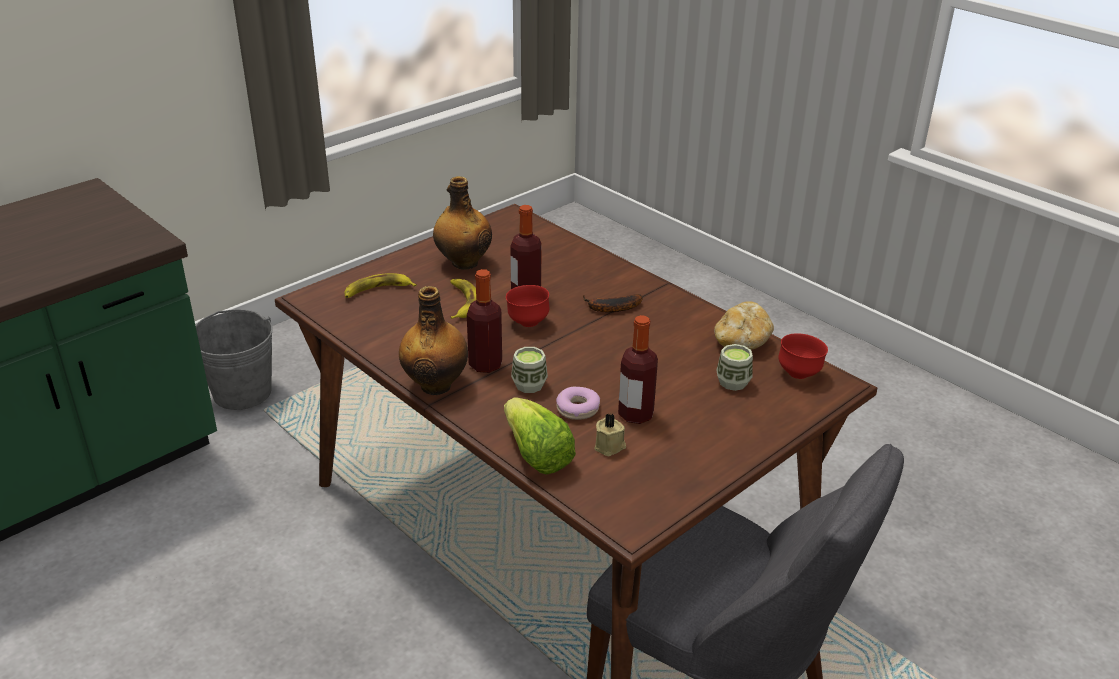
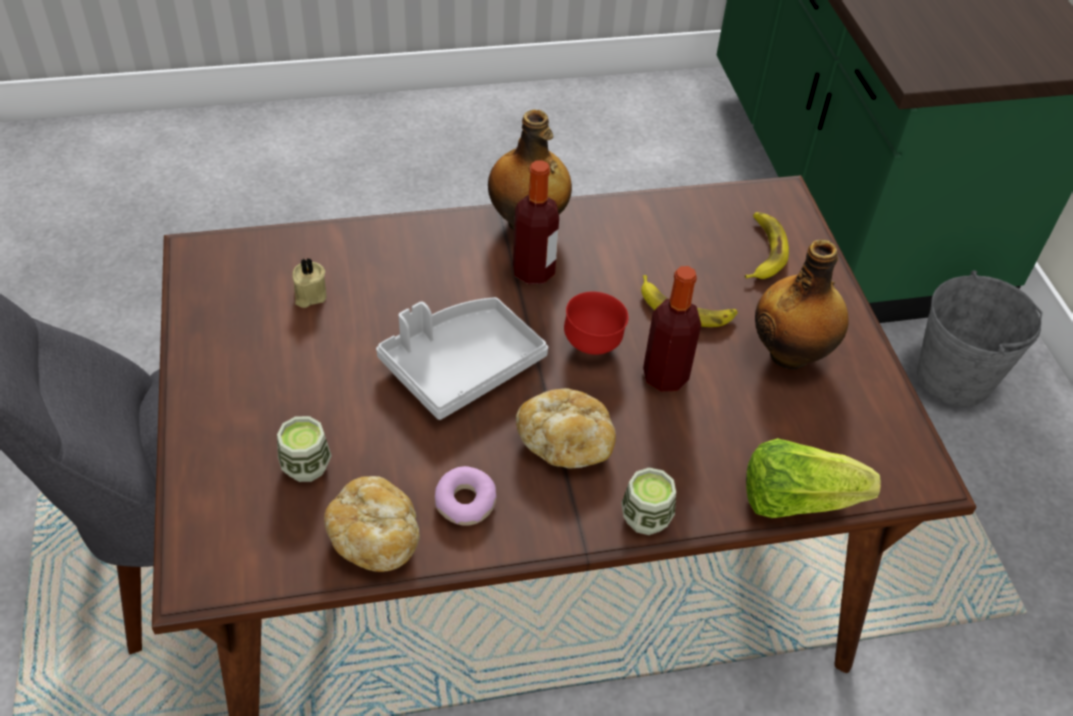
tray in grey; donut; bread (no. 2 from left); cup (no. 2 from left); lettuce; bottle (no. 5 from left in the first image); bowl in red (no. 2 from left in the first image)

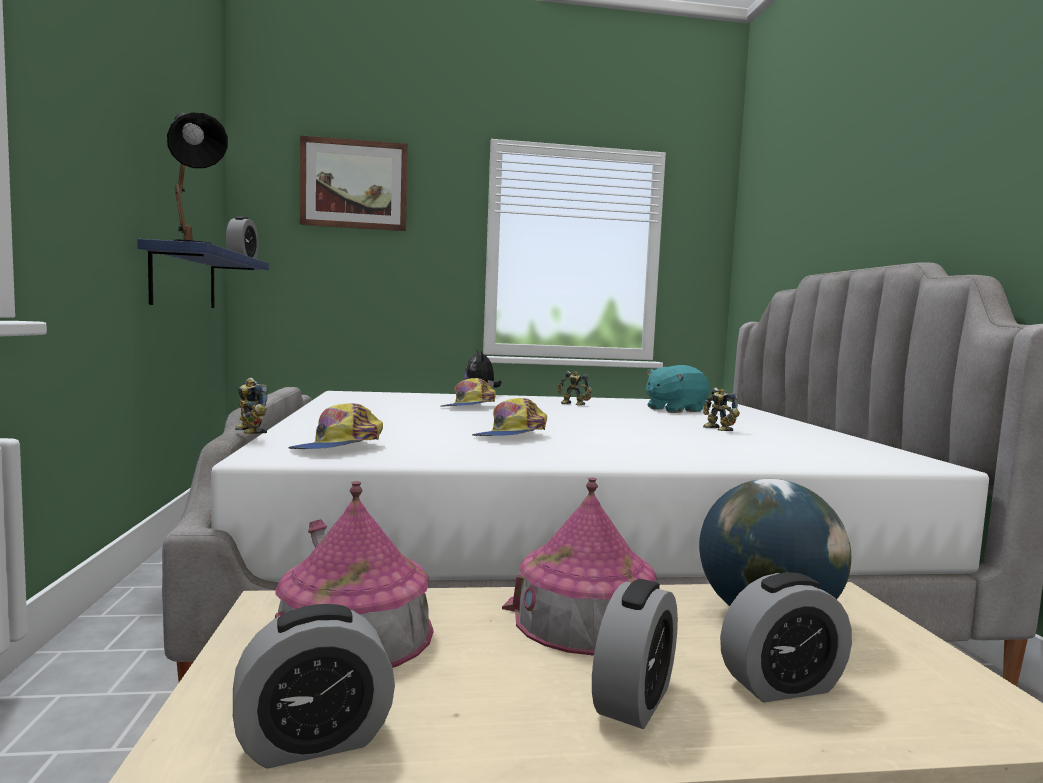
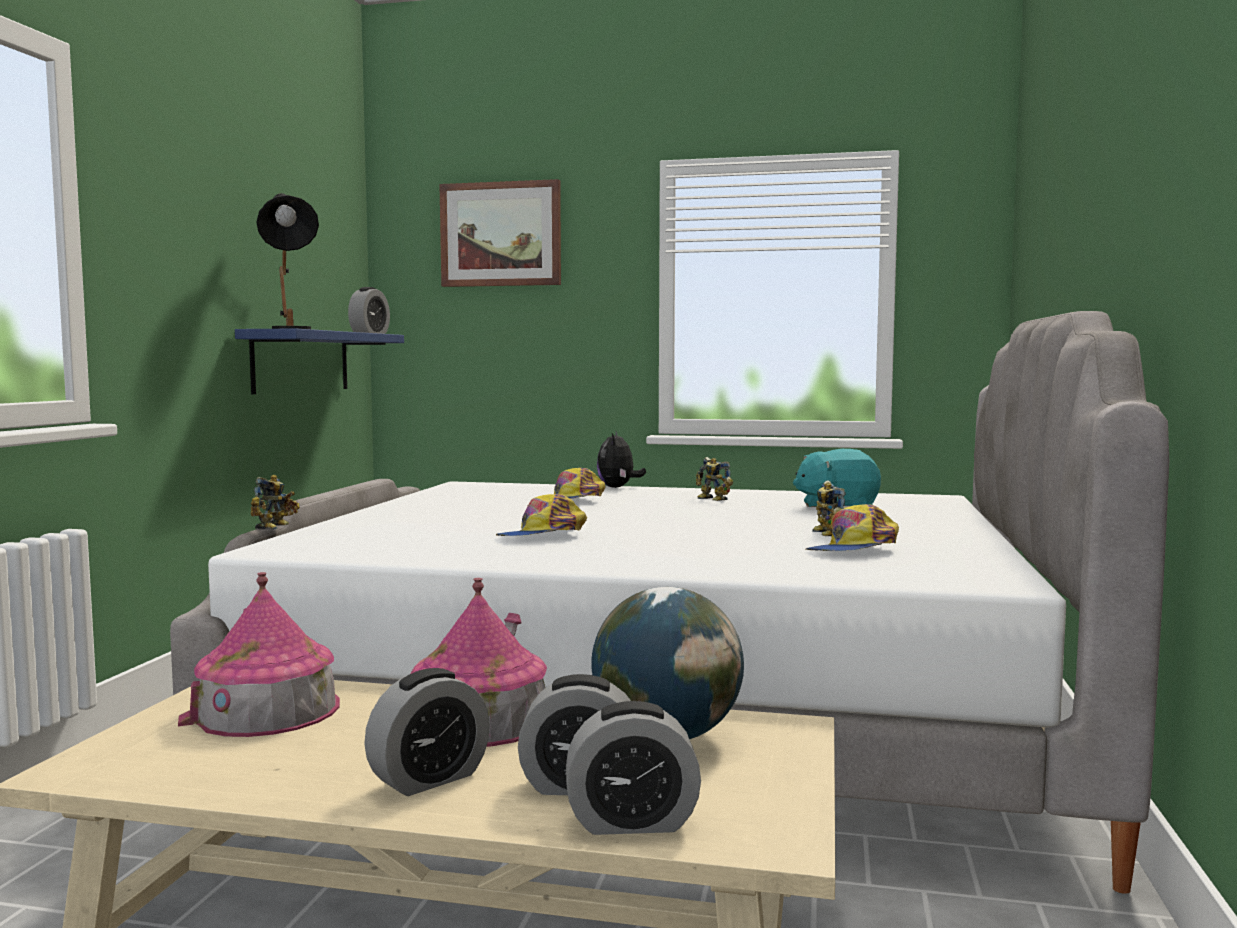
toy robot (no. 1 from left); alarm clock (no. 4 from left); cap (no. 3 from left)

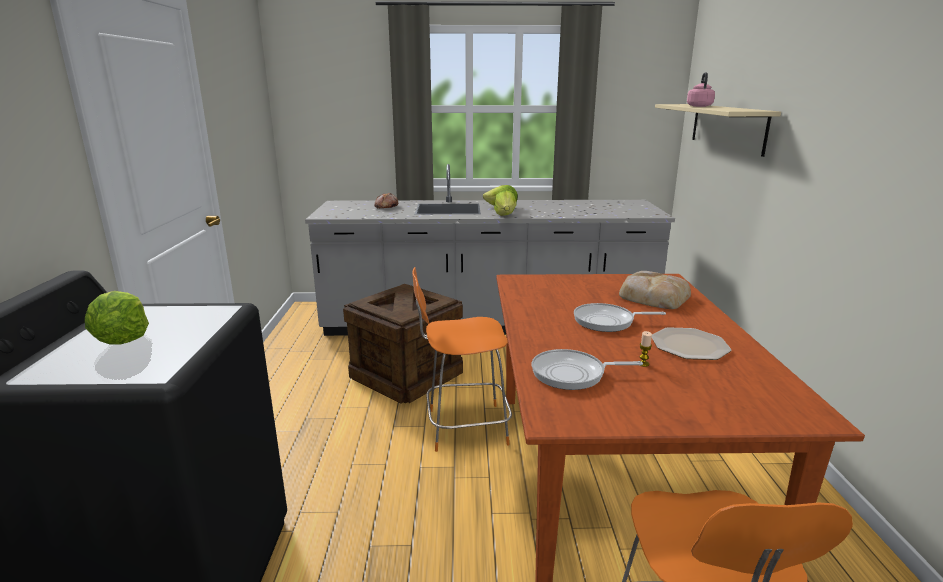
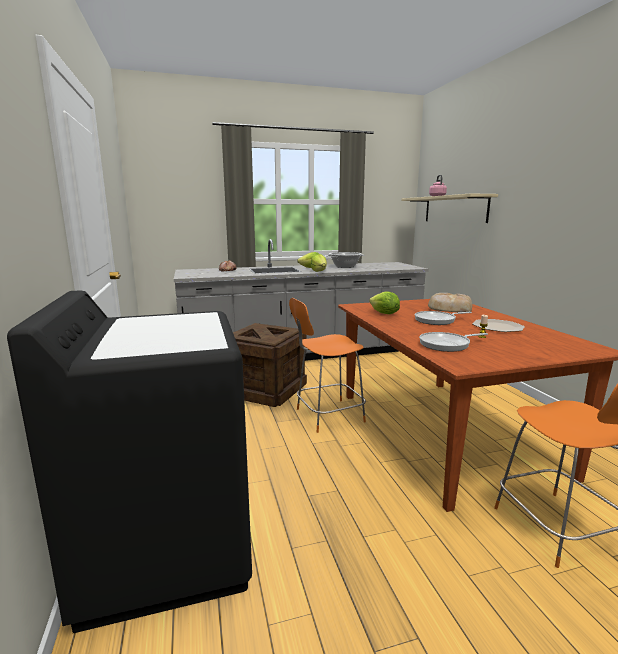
cooking pot; lettuce (no. 3 from left)

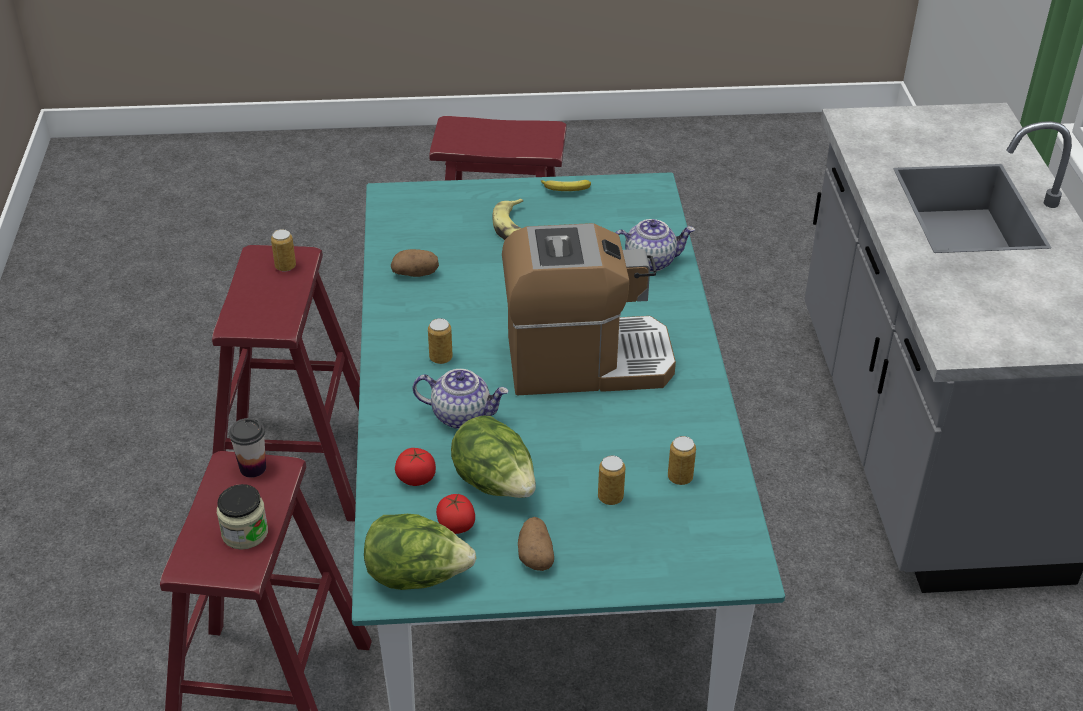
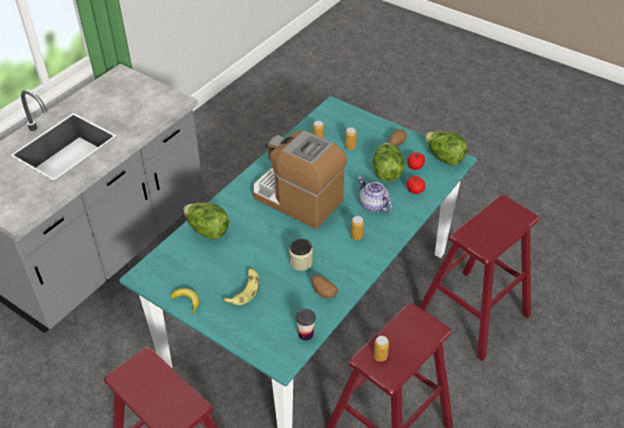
lettuce (no. 1 from left); jar; cup

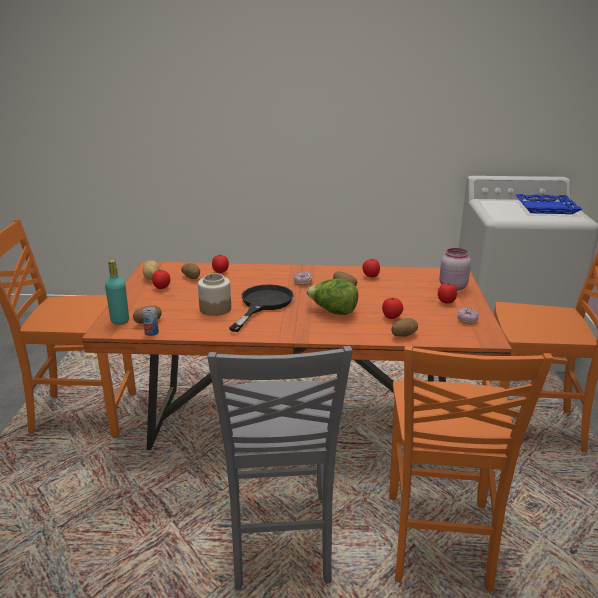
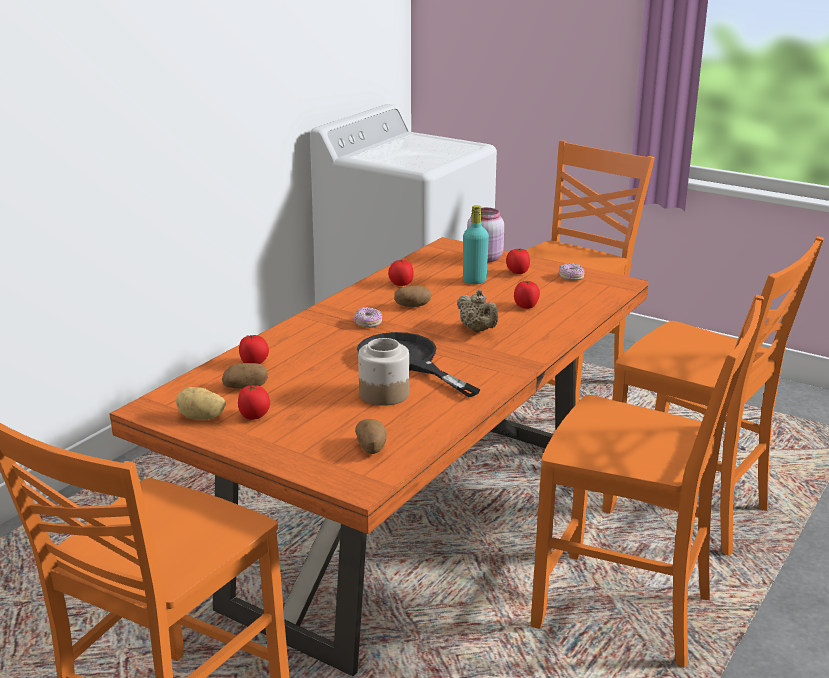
teapot in beige; bottle in turquoise; chair in orange (no. 3 from left); can; potato (no. 5 from left in the first image); tray in blue

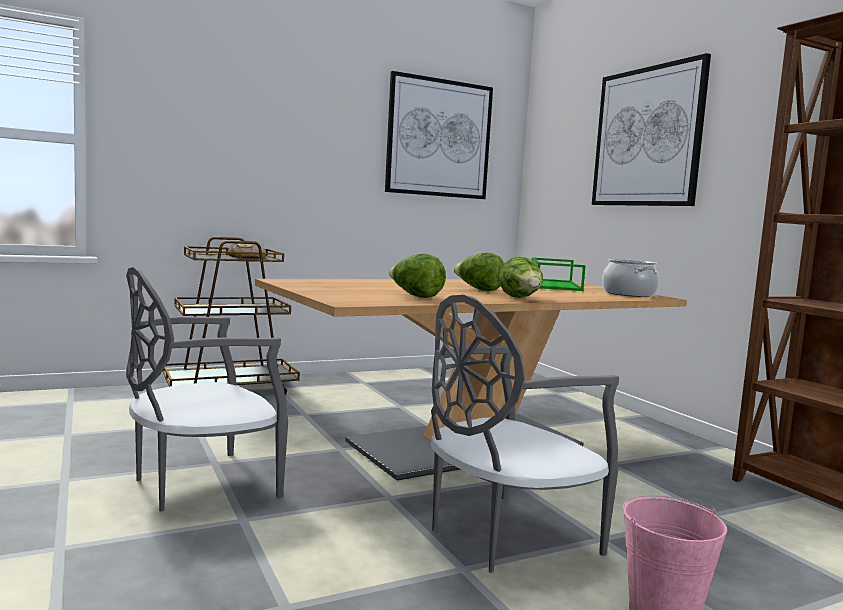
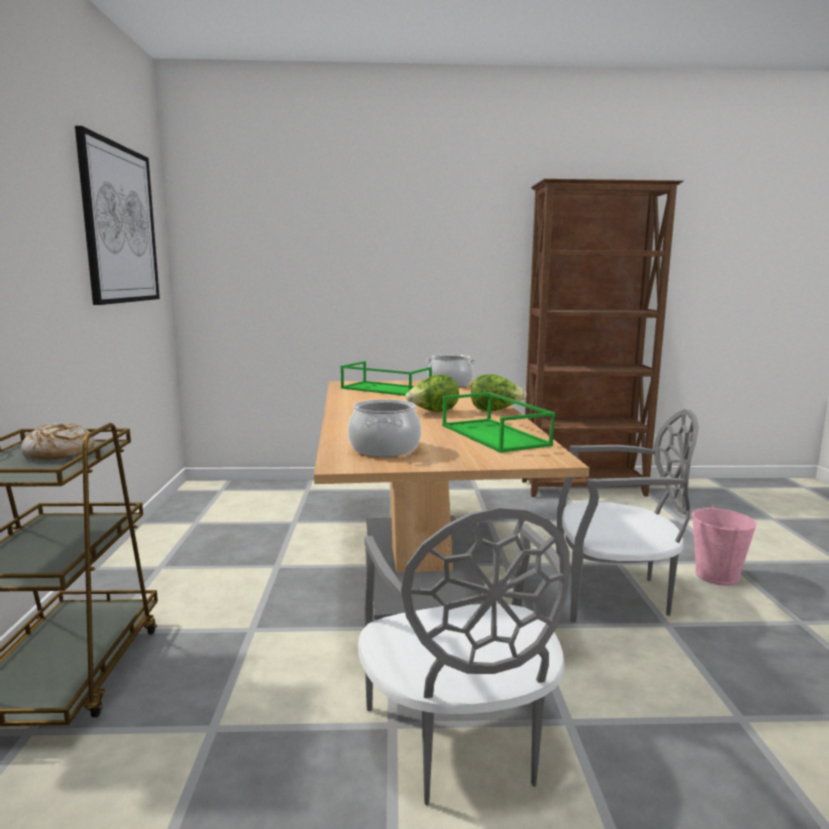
cooking pot (no. 1 from left); tray in green (no. 2 from left); chair in grey (no. 2 from left); picture (no. 2 from left in the first image)

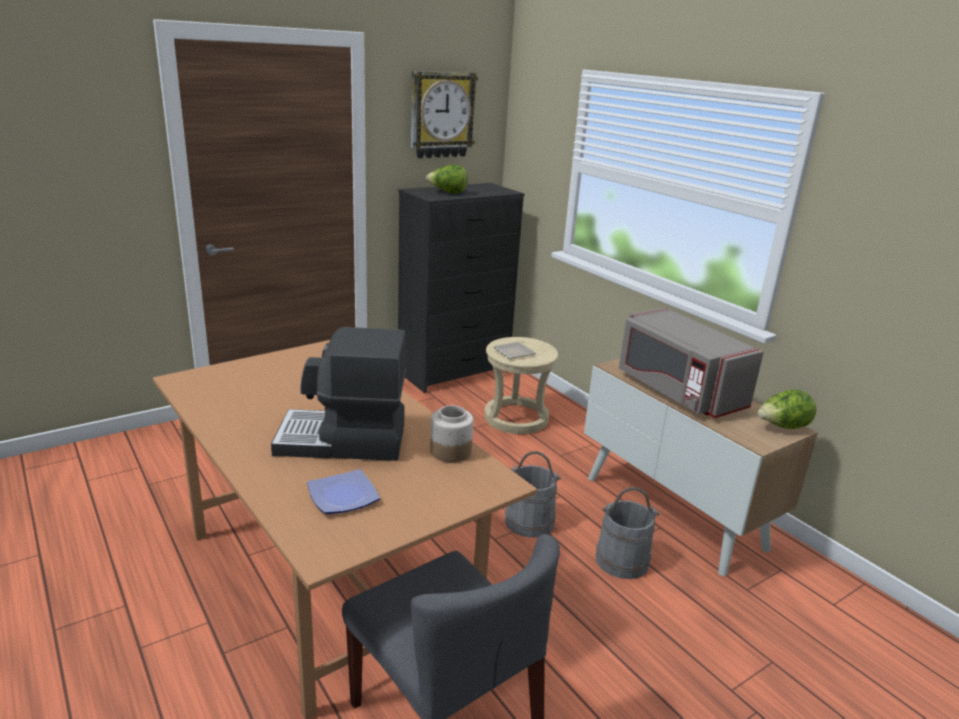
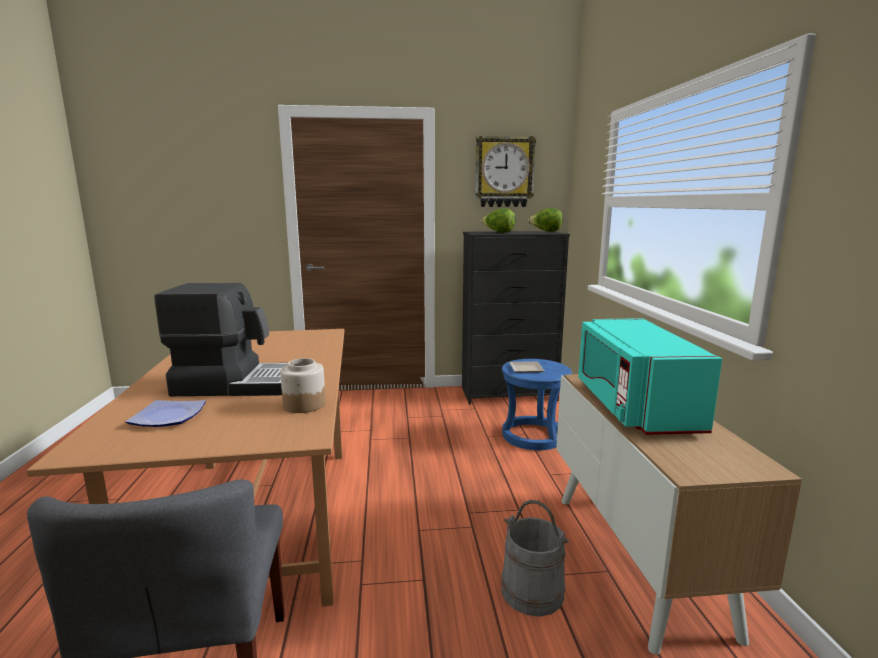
coffee machine; stool in blue; lettuce (no. 2 from left); microwave in turquoise; bucket in grey (no. 1 from left in the first image)

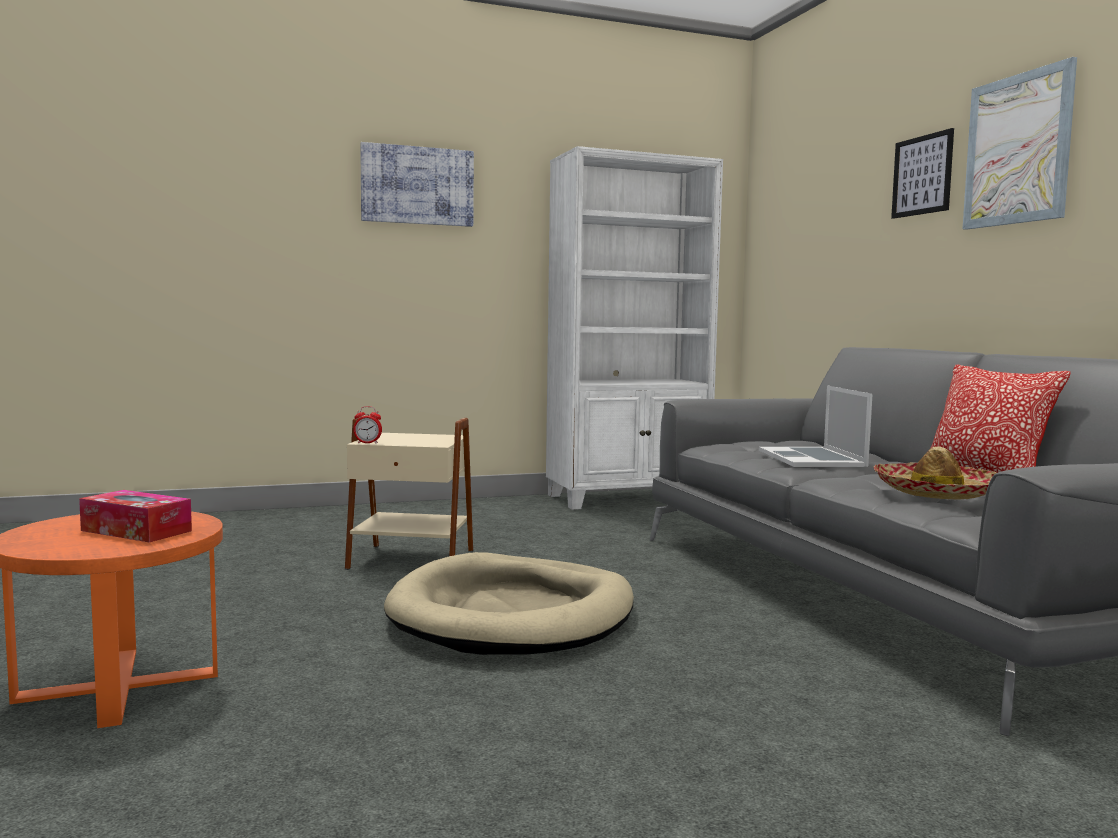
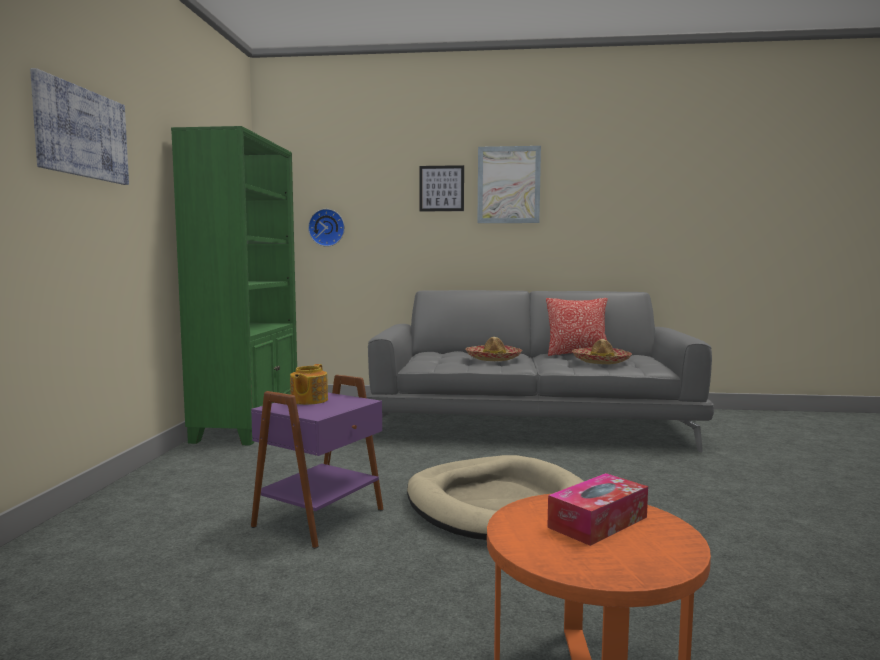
bookcase in green; side table in purple; teapot; wall clock; hat (no. 1 from left); alarm clock

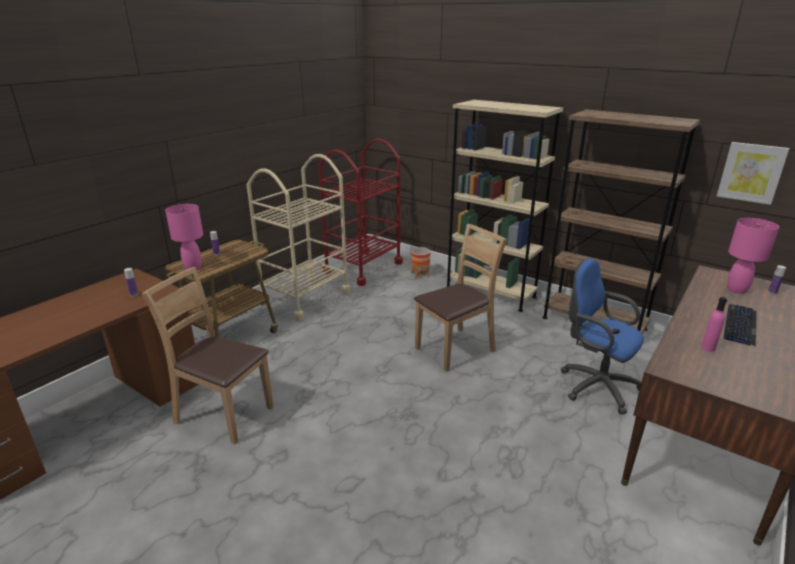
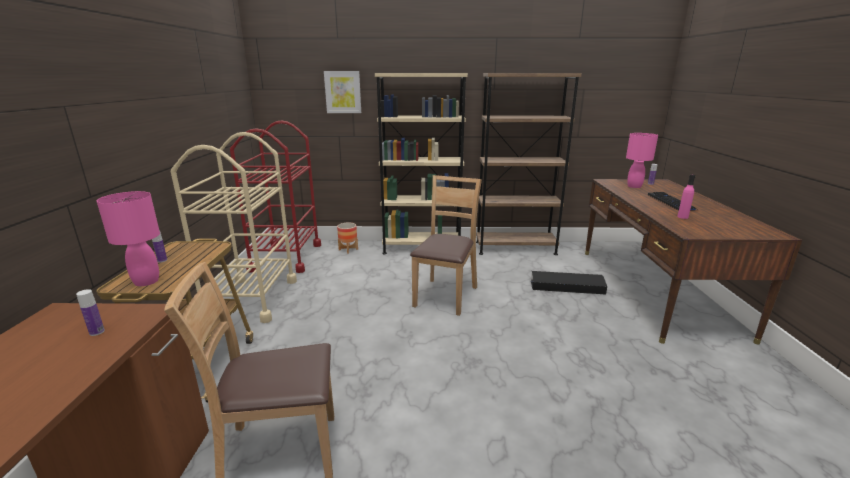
picture; storage box in black

